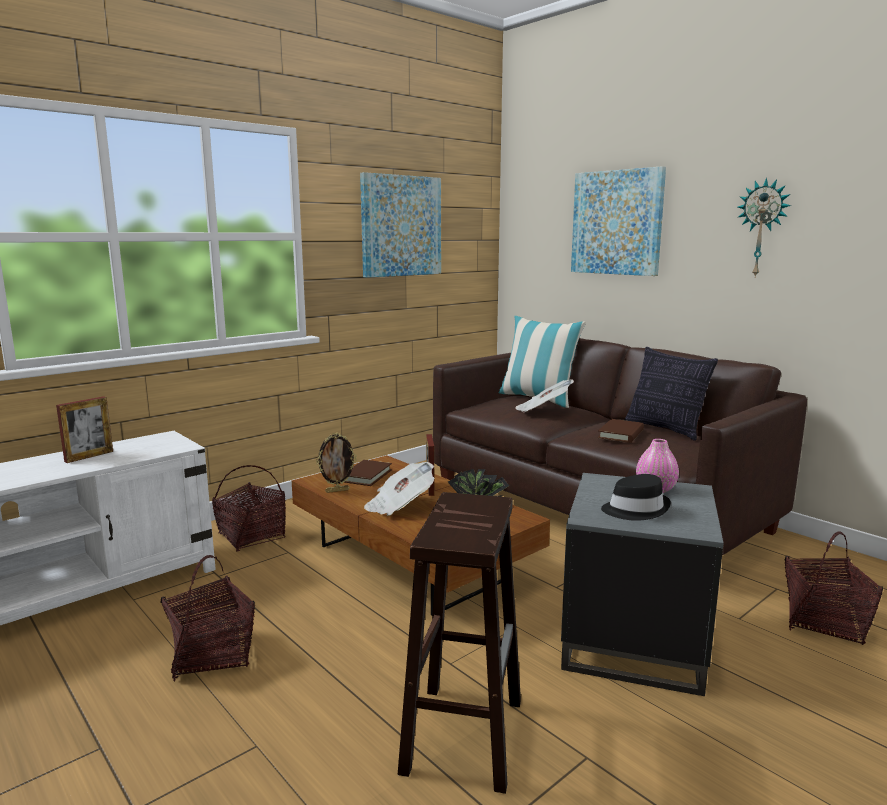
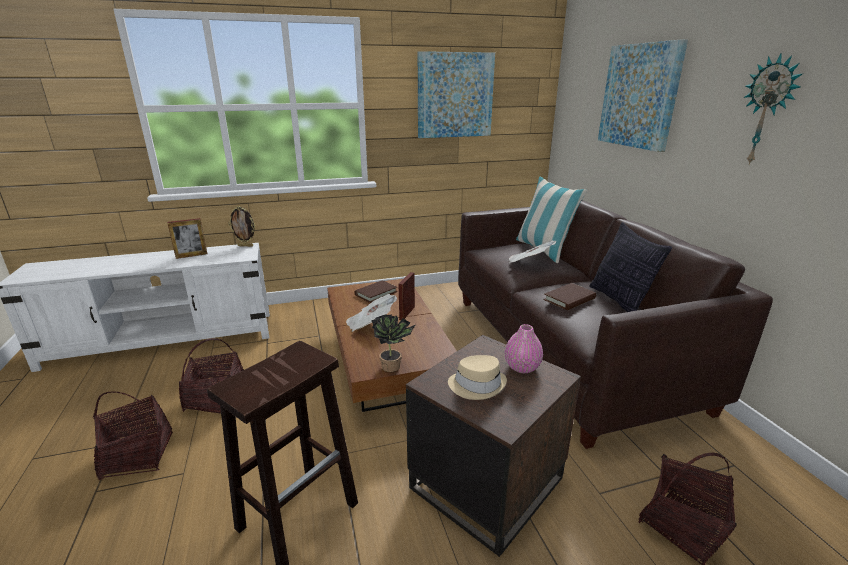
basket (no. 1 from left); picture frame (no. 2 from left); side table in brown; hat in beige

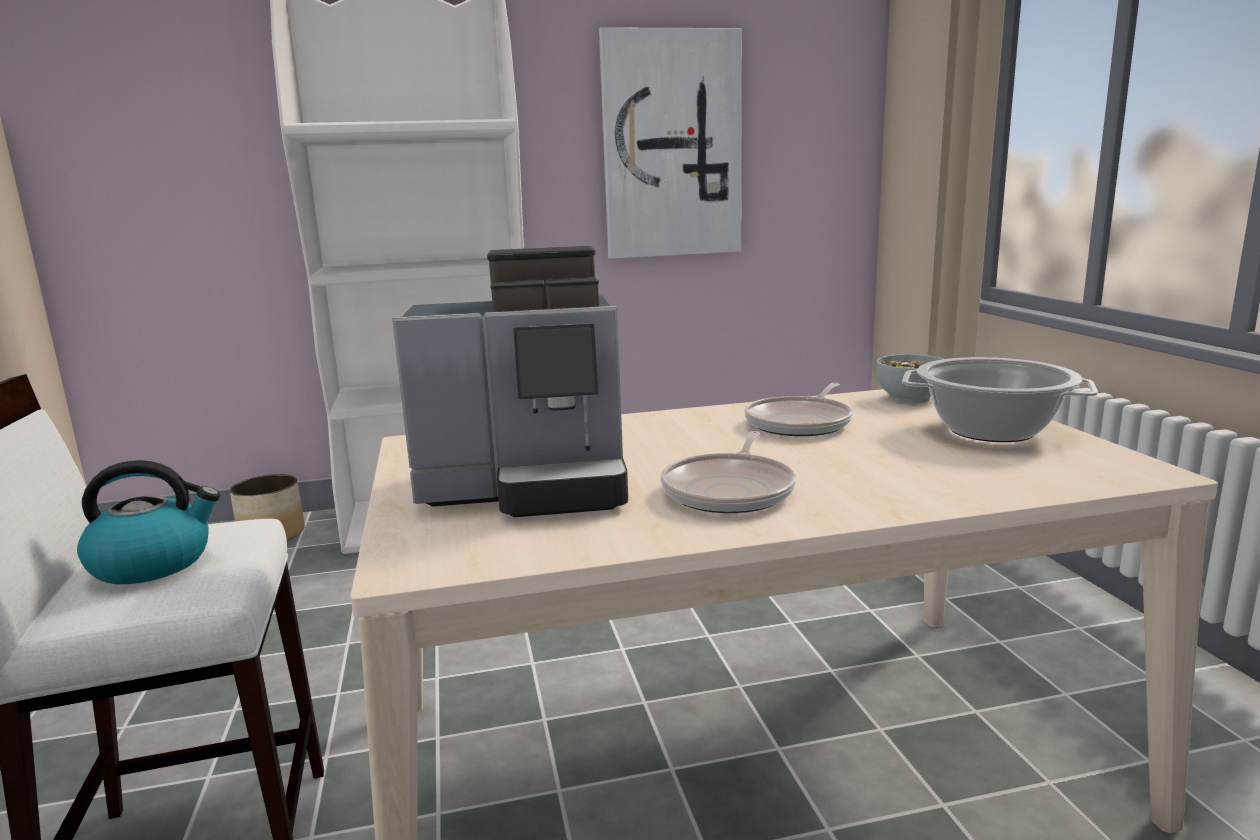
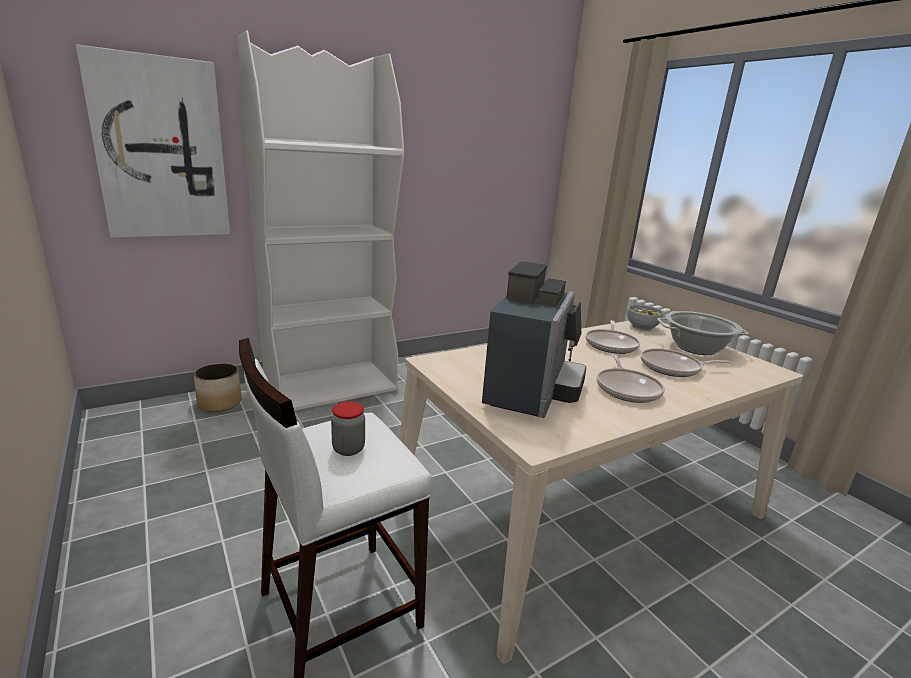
picture; jar; coffee machine; frying pan (no. 3 from left)

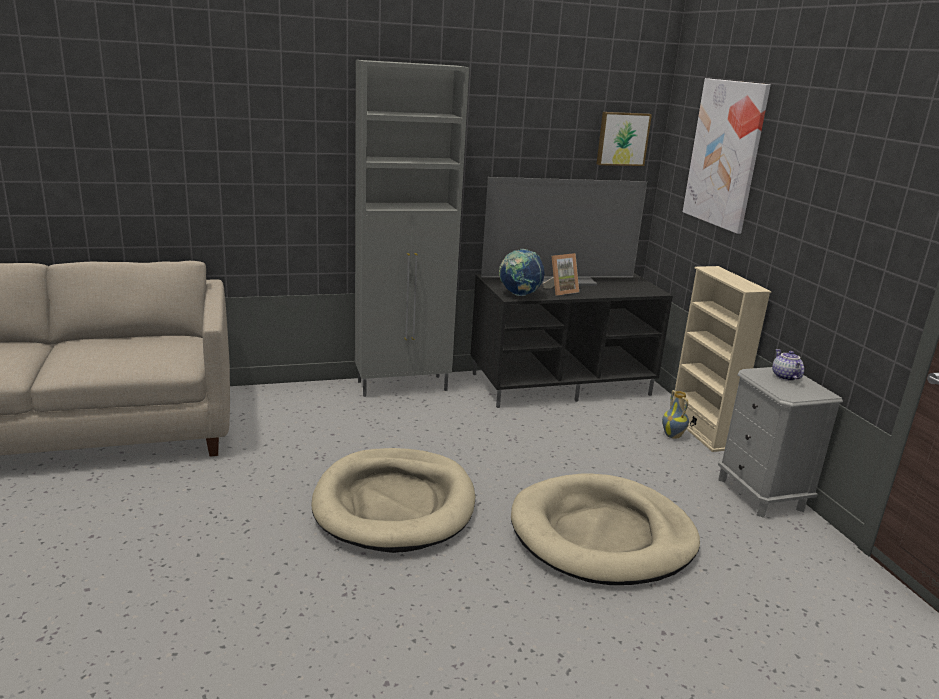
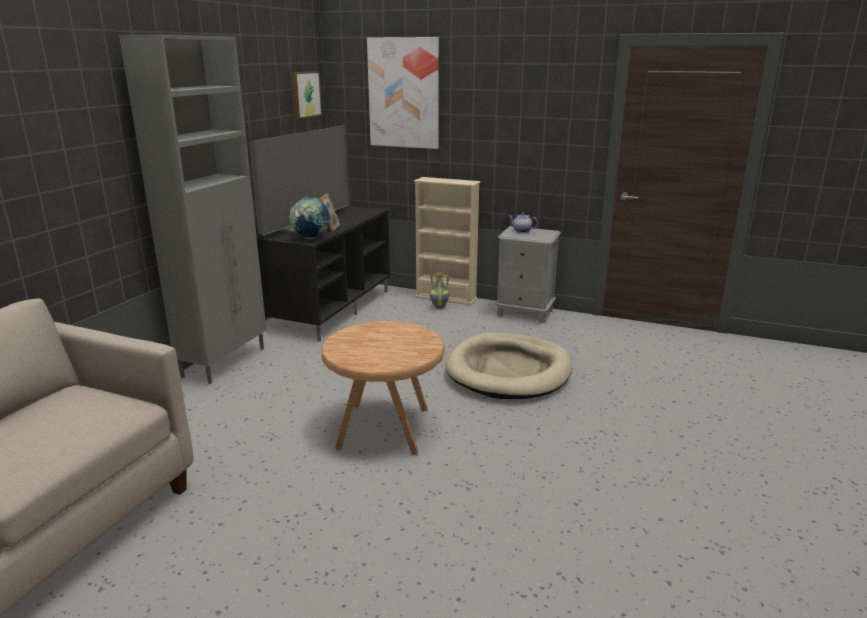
side table in brown

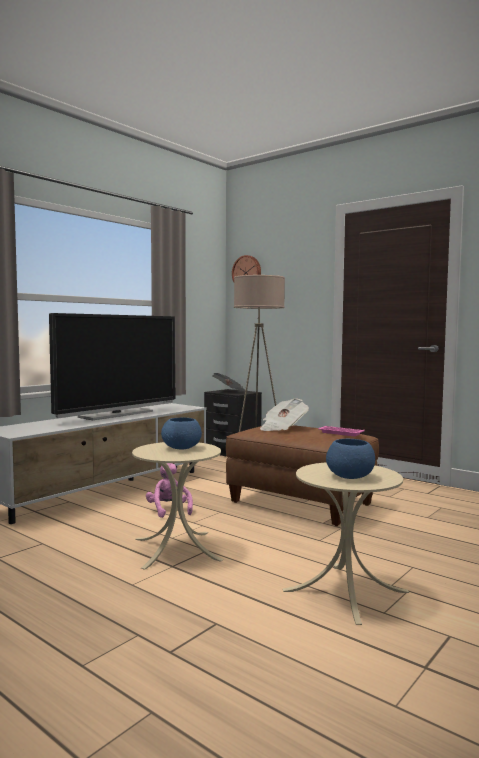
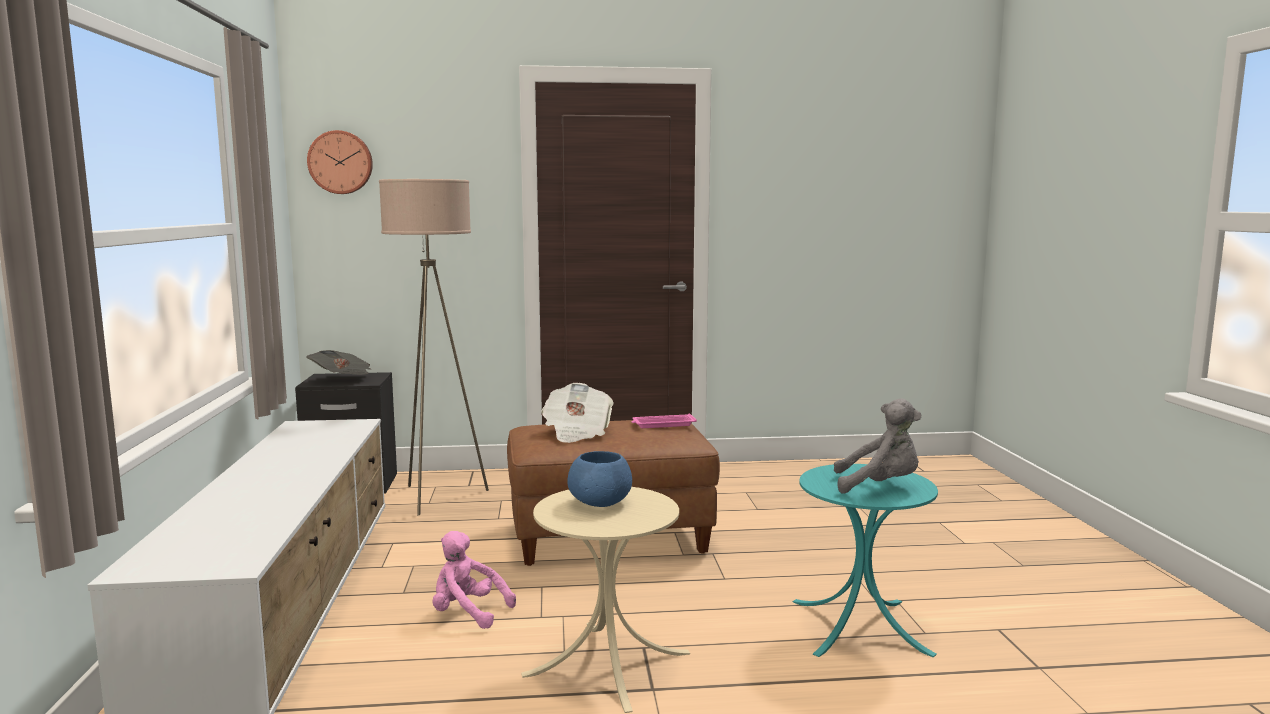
side table in turquoise; plush toy in grey; television

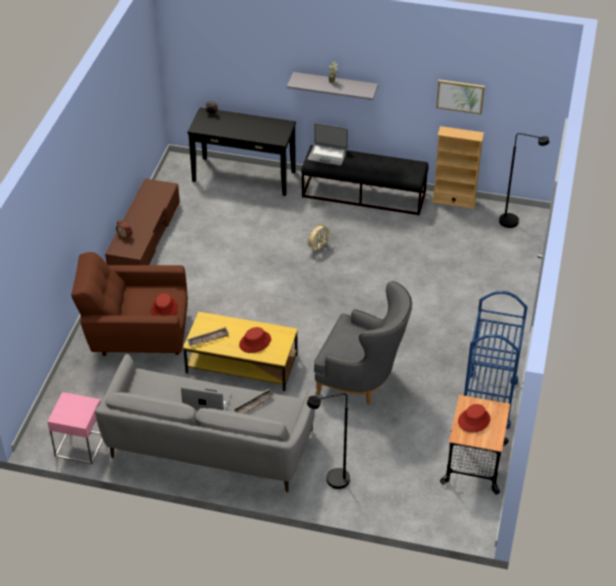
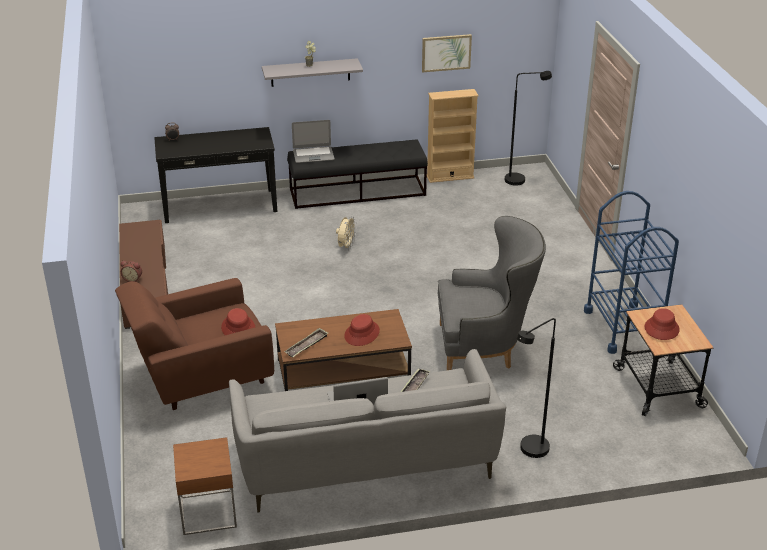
side table in brown; coffee table in brown

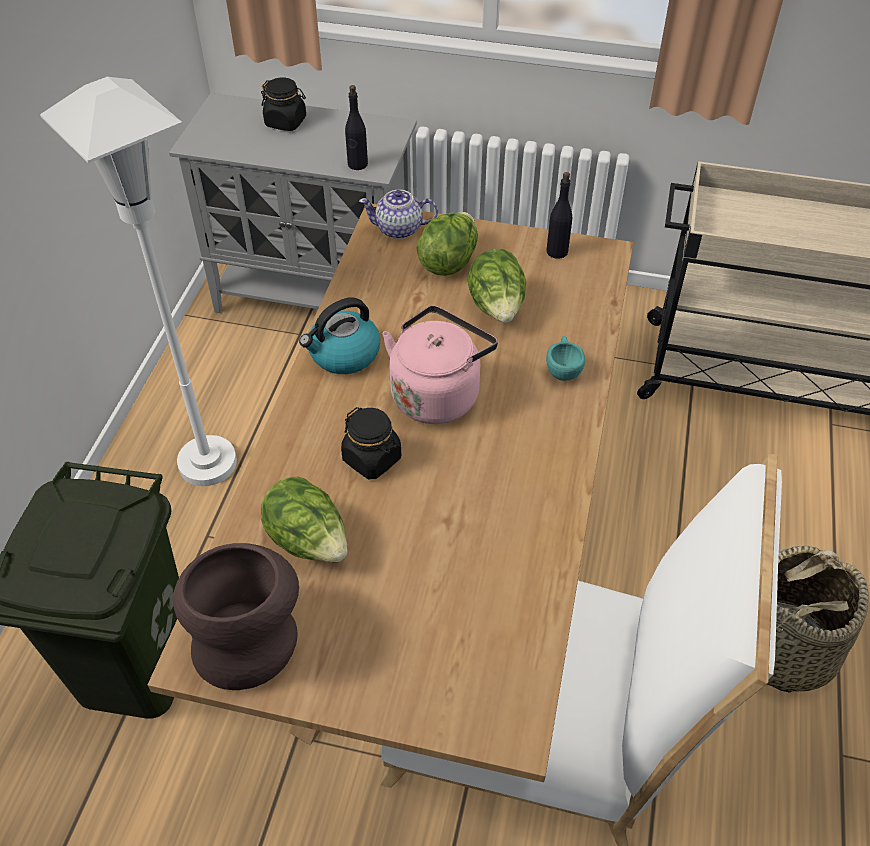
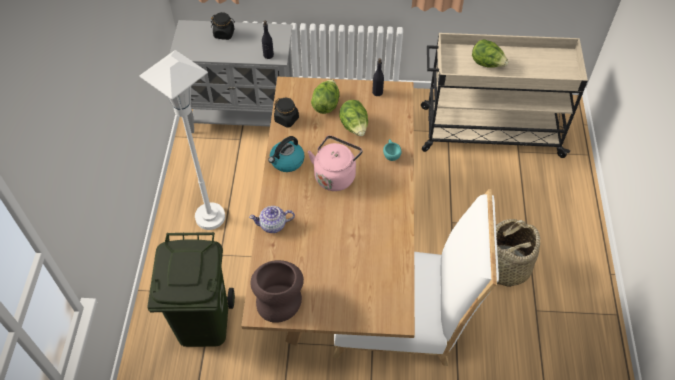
teapot; jar in black (no. 2 from left); lettuce (no. 3 from left)

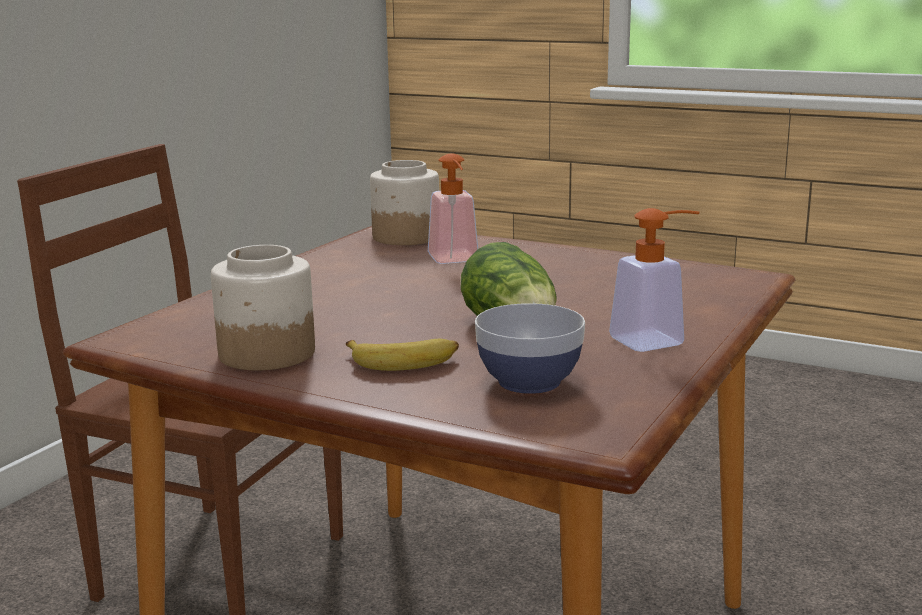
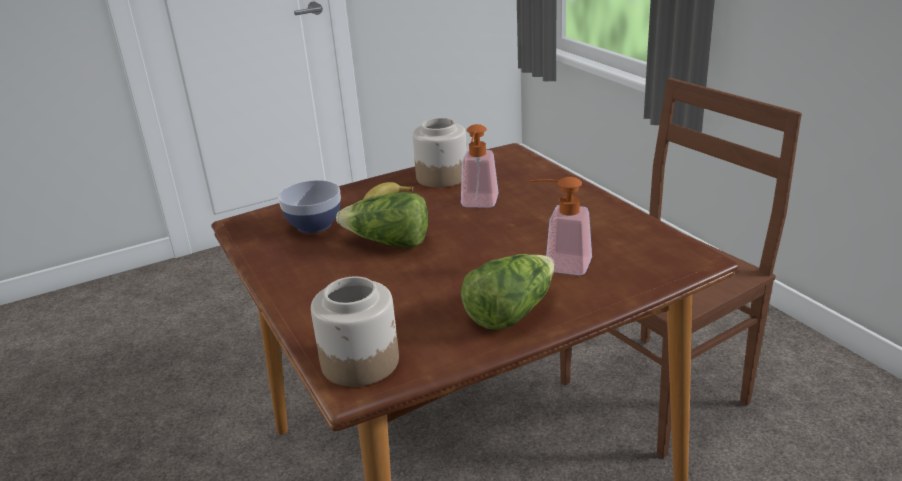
jar (no. 1 from left); soap dispenser (no. 1 from left); lettuce (no. 2 from left)

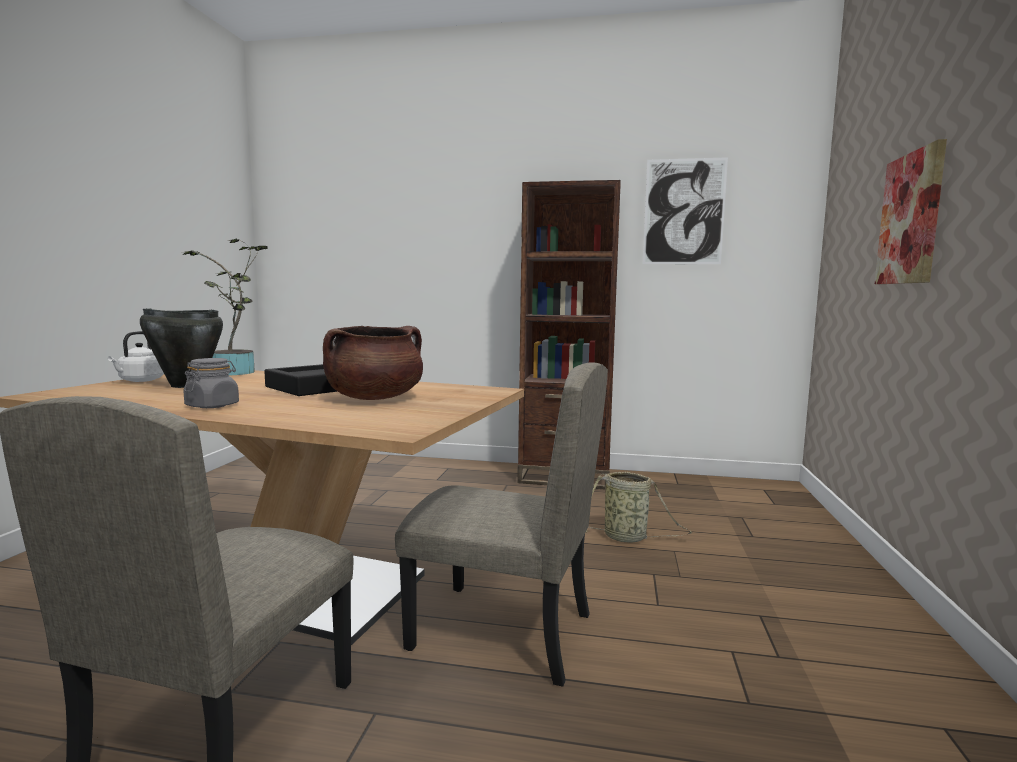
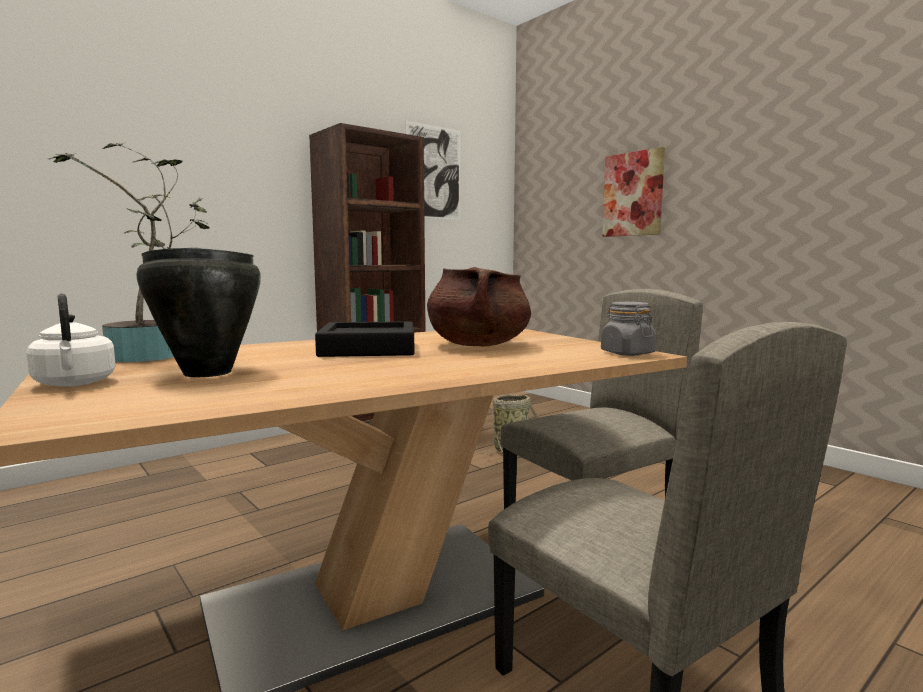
jar in grey

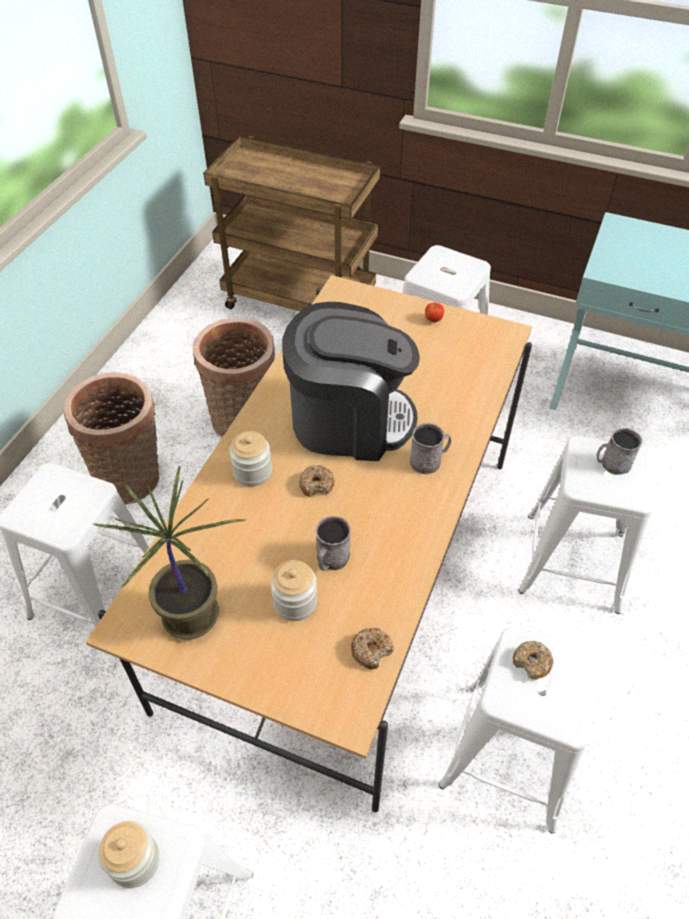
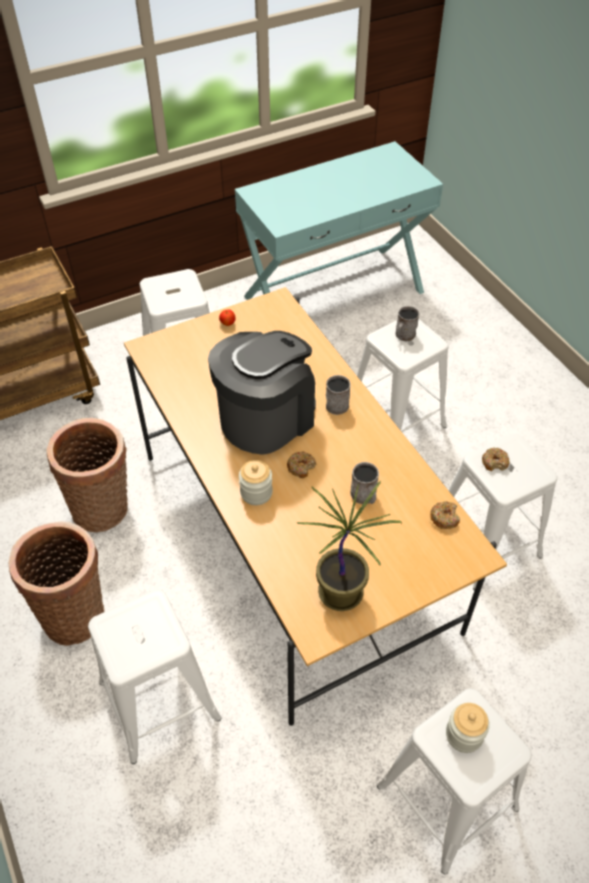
jar (no. 3 from left in the first image)

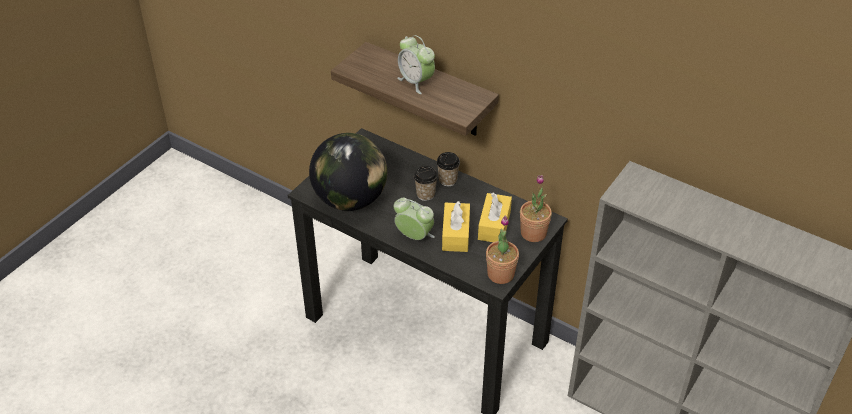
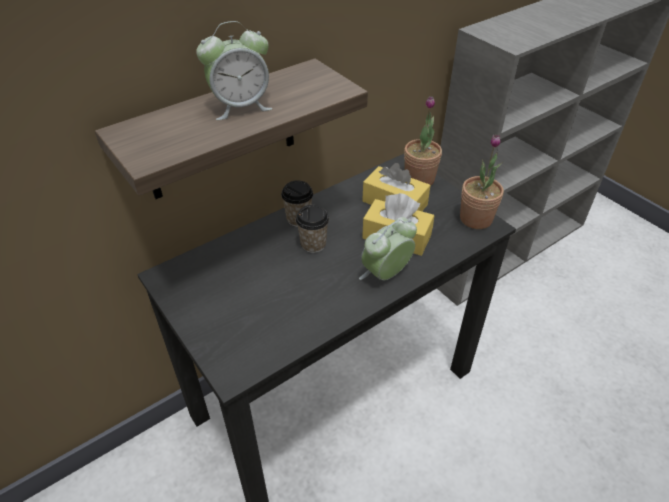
globe

